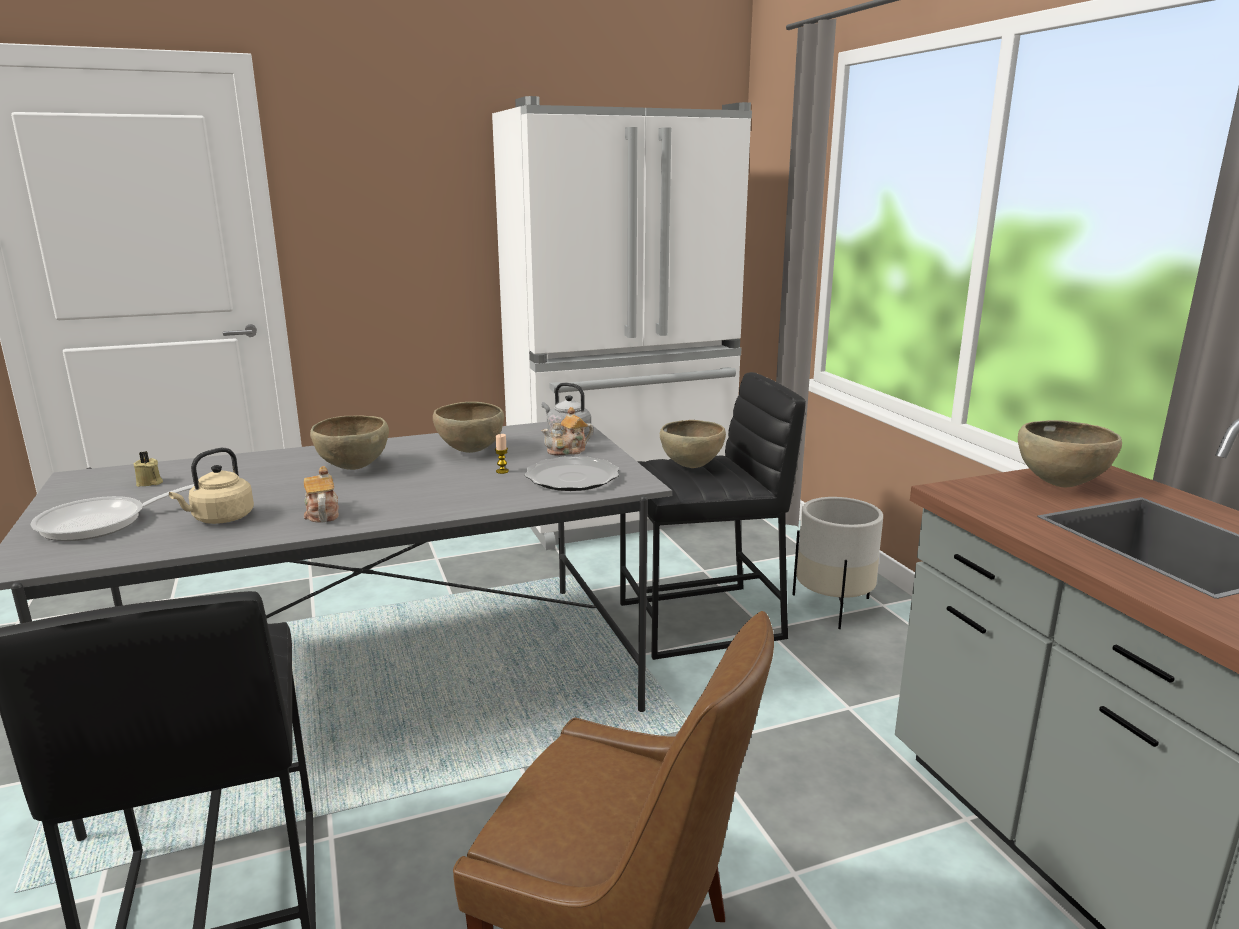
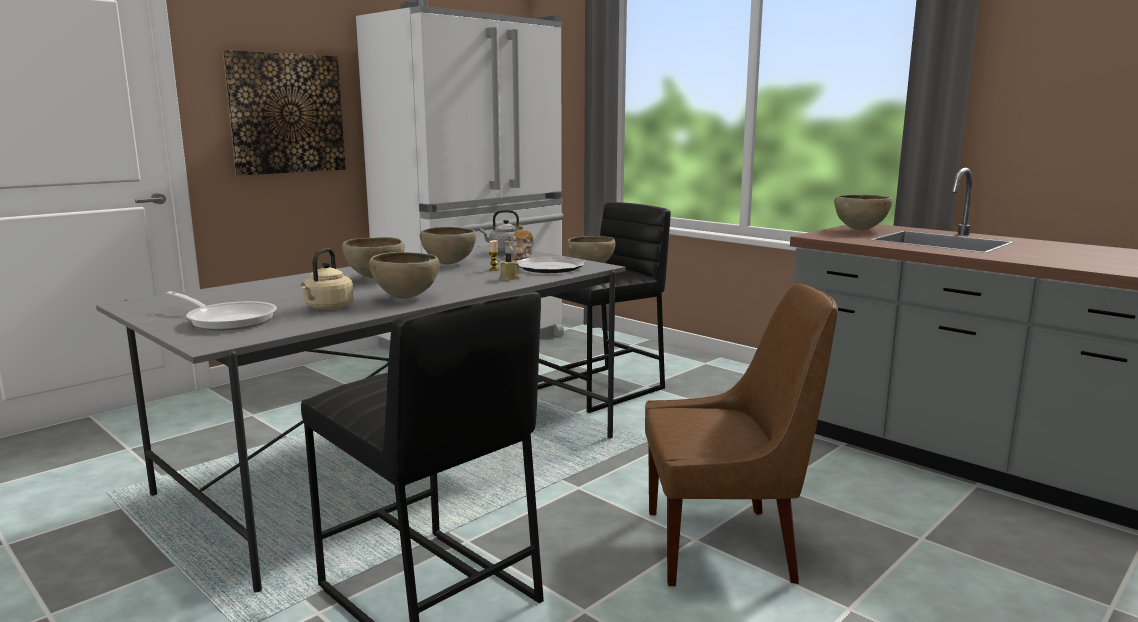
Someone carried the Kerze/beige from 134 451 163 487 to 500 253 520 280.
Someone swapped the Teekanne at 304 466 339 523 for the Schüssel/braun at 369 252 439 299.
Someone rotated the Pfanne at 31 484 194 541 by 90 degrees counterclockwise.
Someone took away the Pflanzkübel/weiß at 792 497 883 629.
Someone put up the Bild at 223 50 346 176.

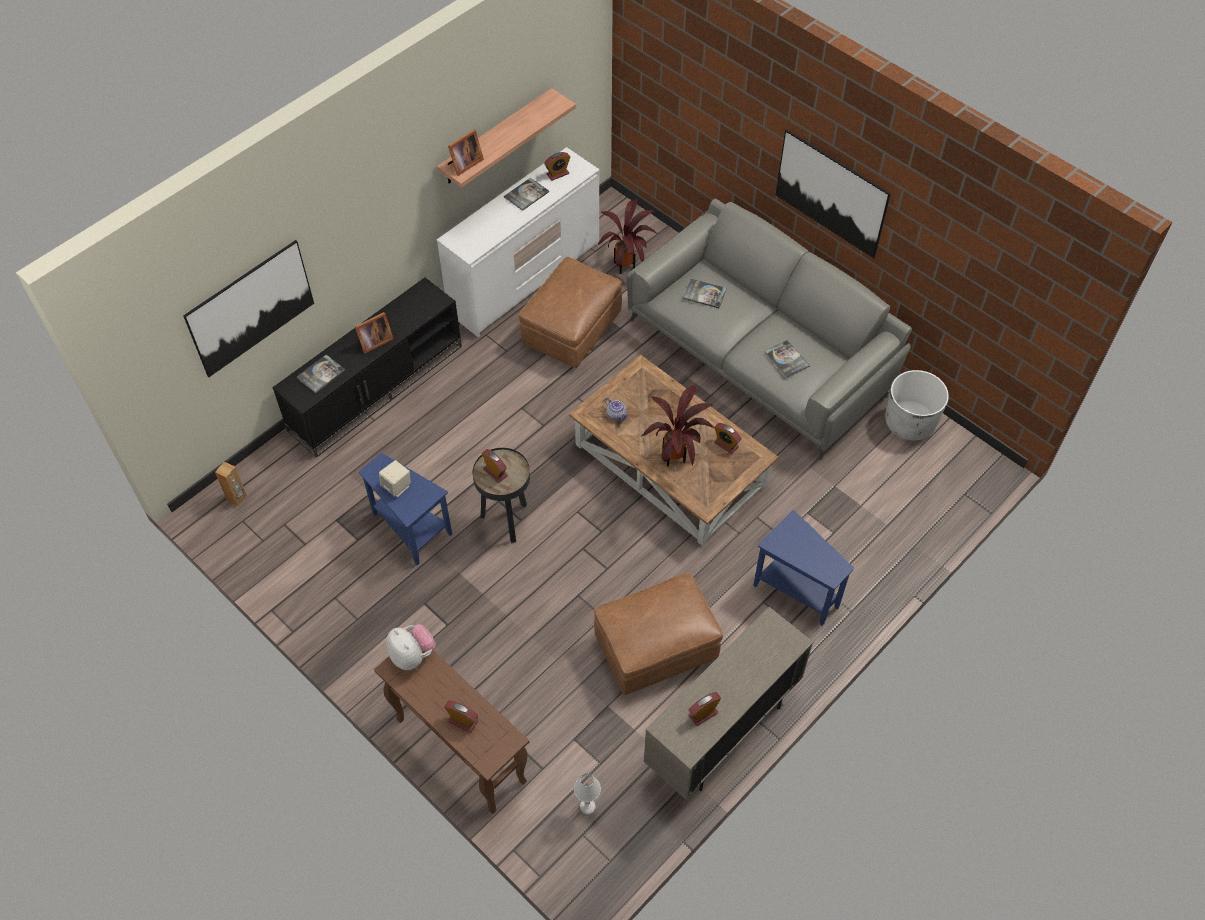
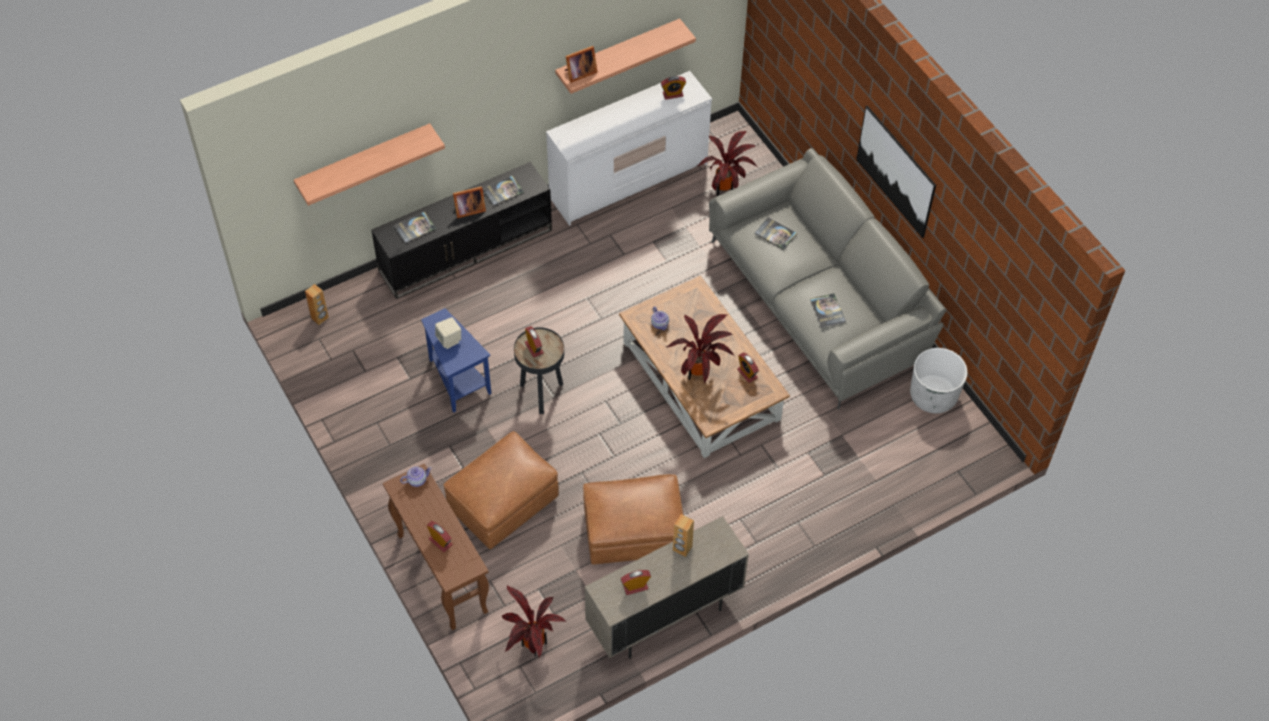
Someone carried the Buch from 504 178 549 211 to 482 175 524 206.
Someone swapped the Bild at 183 240 314 377 for the Wandregal at 294 123 445 206.
Someone carried the Polsterhocker/braun from 519 257 622 368 to 443 431 559 549.
Someone took away the Beistelltisch/blau at 753 510 854 626.
Someone swapped the Plüschtier at 386 624 436 670 for the Teekanne at 400 466 432 487.
Someone swapped the Tischlampe/weiß at 574 773 601 815 for the Topfpflanze at 502 585 566 657.
Someone put down the Lautsprecher/braun at 673 514 694 557.

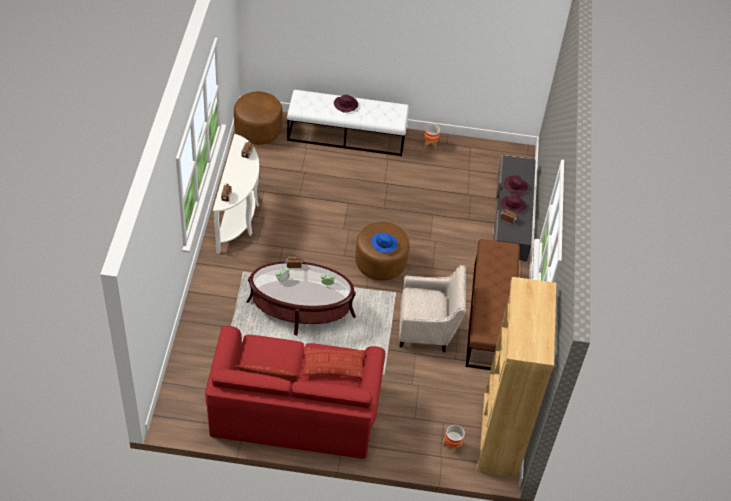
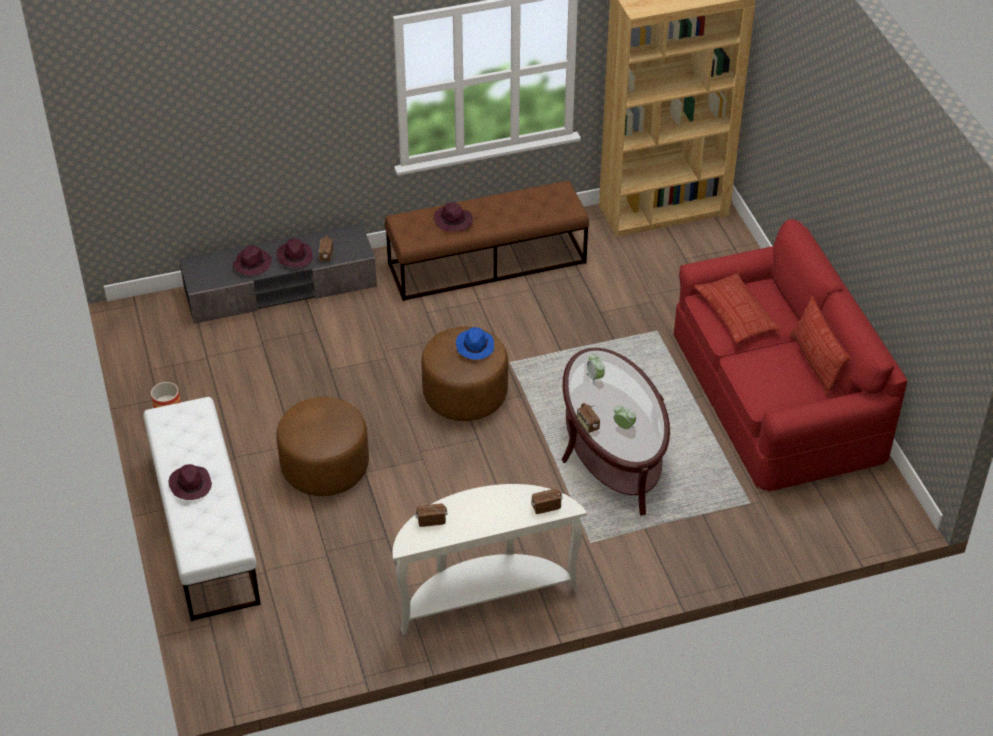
Someone carried the Polsterhocker/braun from 234 92 283 145 to 277 397 369 496.
Someone took away the Sessel/beige at 399 265 466 352.
Someone took away the Pflanzkübel at 443 425 465 454.
Someone put down the Hut/lila at 434 202 473 232.

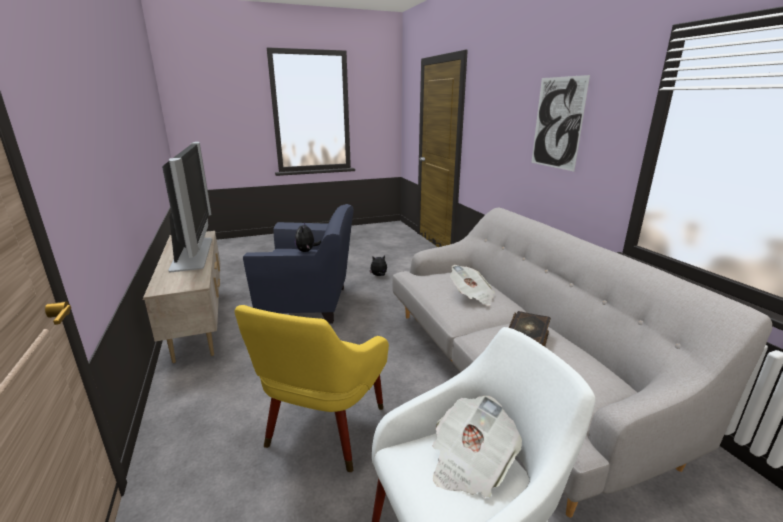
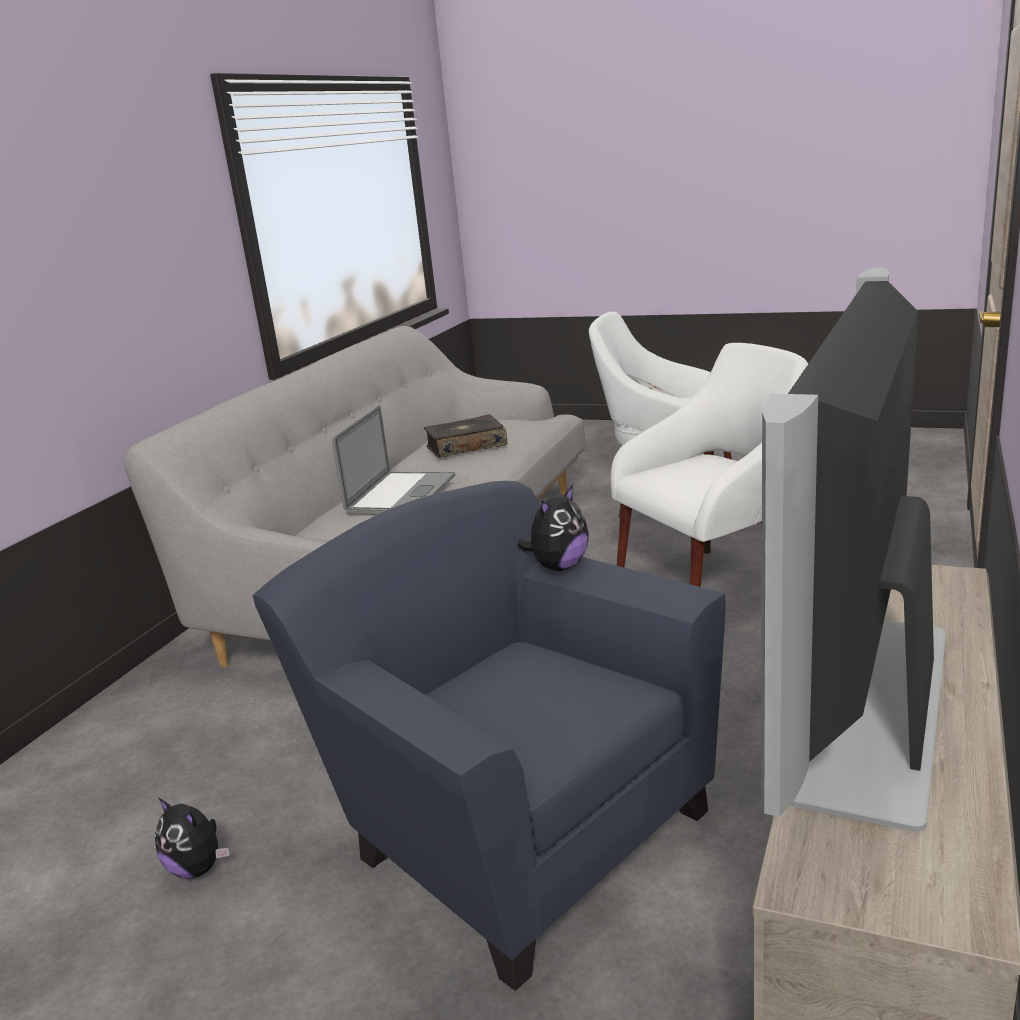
Someone took away the Bild at 531 75 590 172.
Someone swapped the Zeitung at 450 265 495 306 for the Laptop at 332 405 455 515.
Someone repainted the Sessel/gelb at 234 305 389 472, which became the Sessel/weiß at 611 343 808 587.

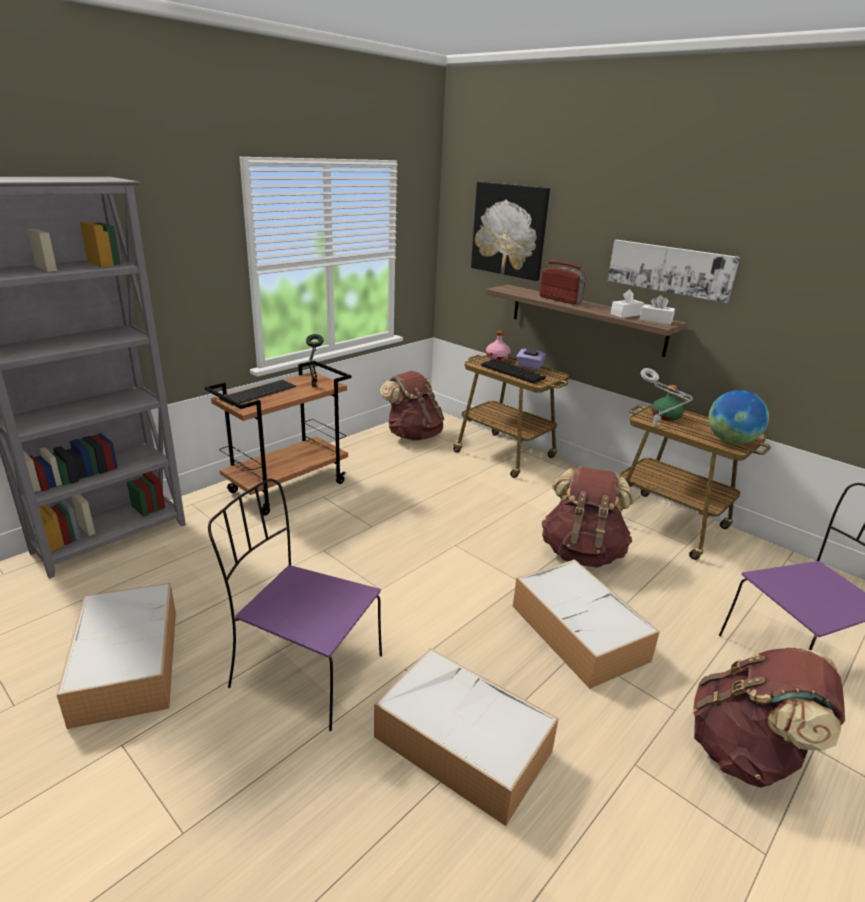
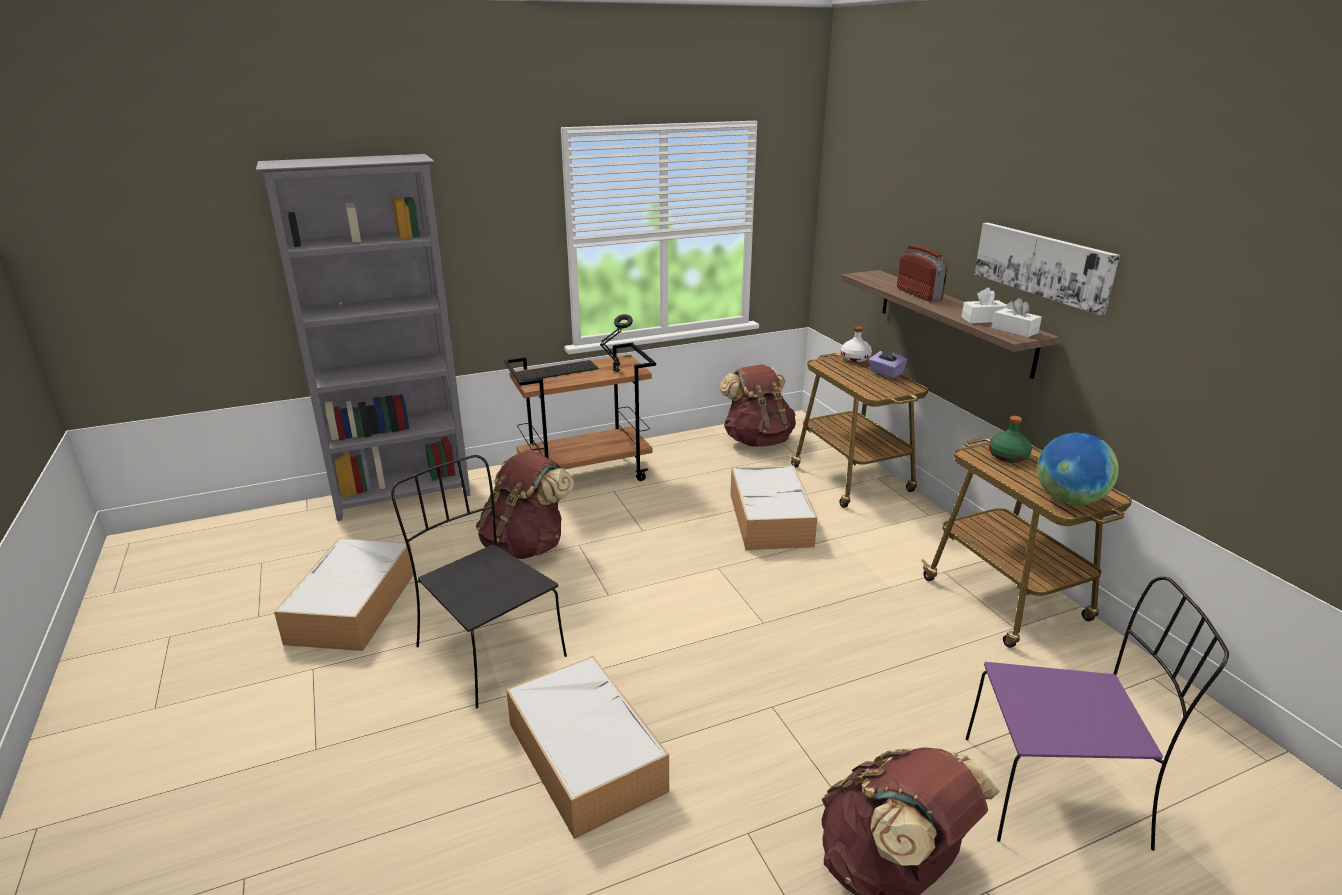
Someone took away the Bild at 471 182 550 281.
Someone repainted the Flasche/rosa at 486 331 511 360, which became the Flasche/weiß at 841 326 872 362.
Someone took away the Tastatur at 481 359 546 384.
Someone took away the Tischlampe/grau at 640 368 693 426.
Someone carried the Rucksack/braun from 542 467 635 568 to 476 451 574 559.
Someone repainted the Stuhl/lila at 208 479 382 731, which became the Stuhl/schwarz at 391 455 567 708.
Someone carried the Aufbewahrungsbox from 513 559 660 689 to 730 465 817 550.

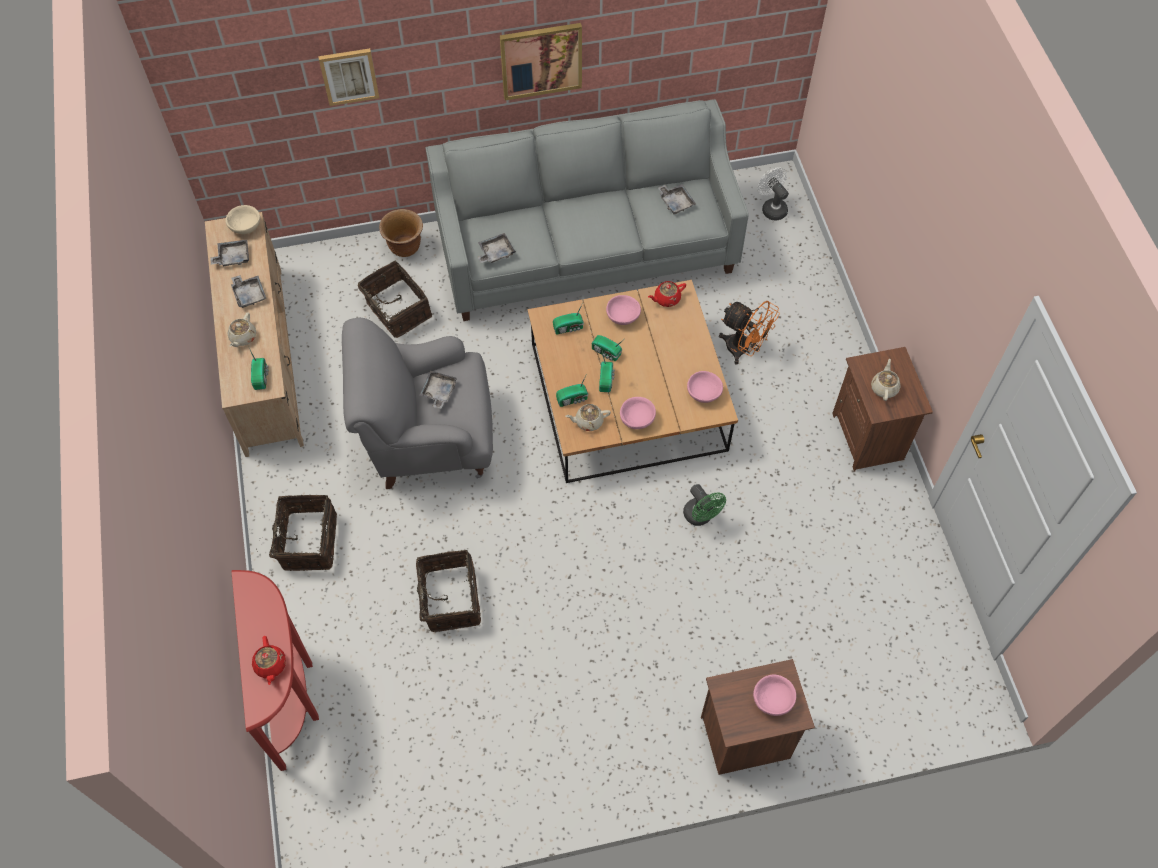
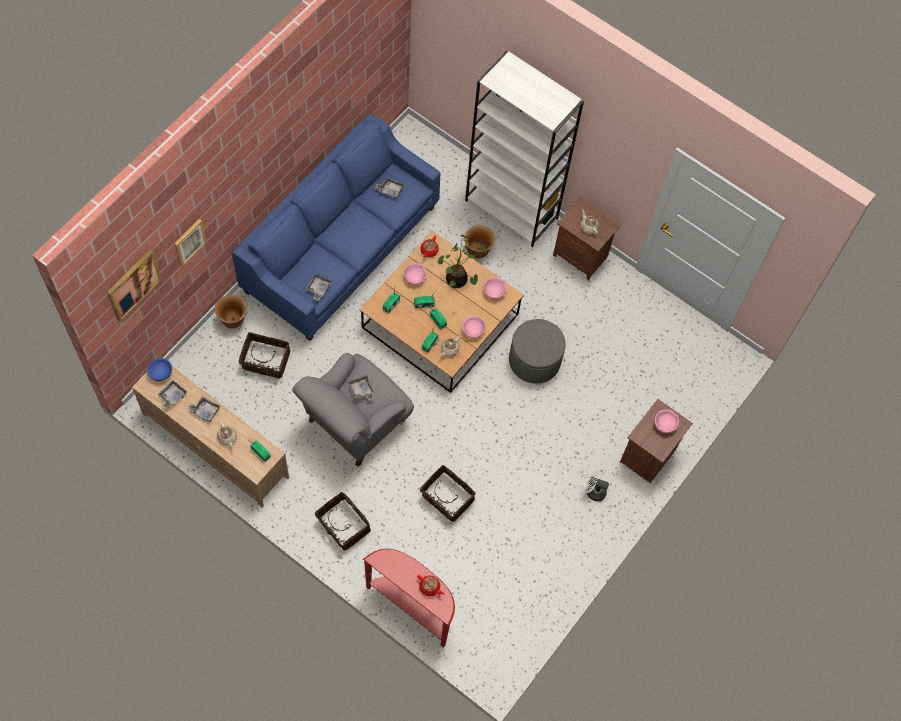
Someone carried the Bild from 500 23 582 101 to 107 250 162 322.
Someone repainted the Sofa/grau at 425 99 749 321, which became the Sofa/blau at 231 113 440 341.
Someone carried the Ventilator/weiß from 757 167 789 220 to 583 468 609 501.
Someone repainted the Schüssel/beige at 225 205 260 234, which became the Schüssel/blau at 147 358 172 381.
Someone swapped the Ventilator/orange at 719 301 780 365 for the Pflanzkübel/braun at 464 225 495 258.
Someone swapped the Ventilator/grün at 683 484 726 526 for the Polsterhocker/grau at 509 319 566 384.
Someone put down the Bücherregal/weiß at 465 51 584 247.
Someone put down the Topfpflanze at 438 235 486 288.

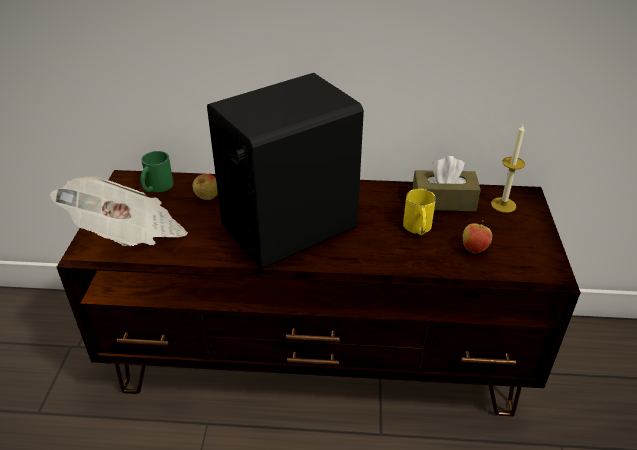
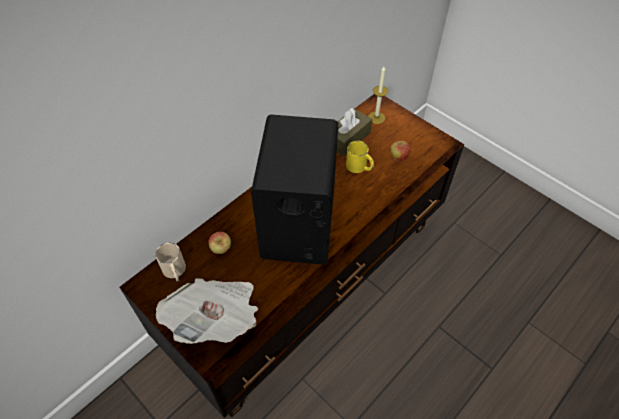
Someone repainted the Henkelbecher/grün at 140 151 174 192, which became the Henkelbecher/beige at 155 243 186 281.

